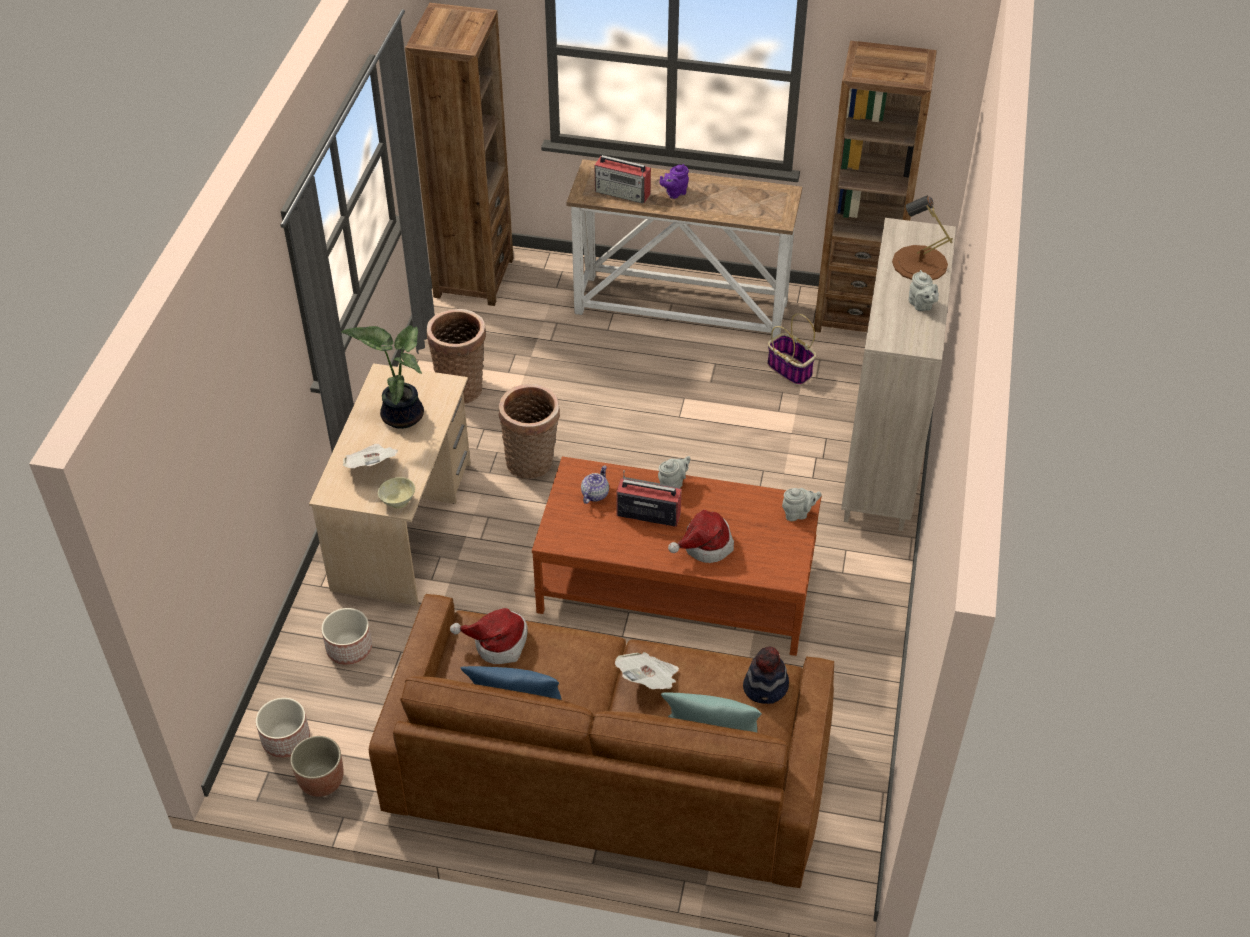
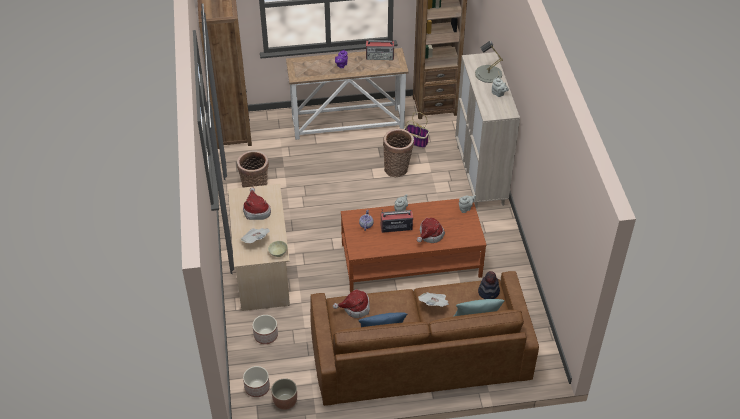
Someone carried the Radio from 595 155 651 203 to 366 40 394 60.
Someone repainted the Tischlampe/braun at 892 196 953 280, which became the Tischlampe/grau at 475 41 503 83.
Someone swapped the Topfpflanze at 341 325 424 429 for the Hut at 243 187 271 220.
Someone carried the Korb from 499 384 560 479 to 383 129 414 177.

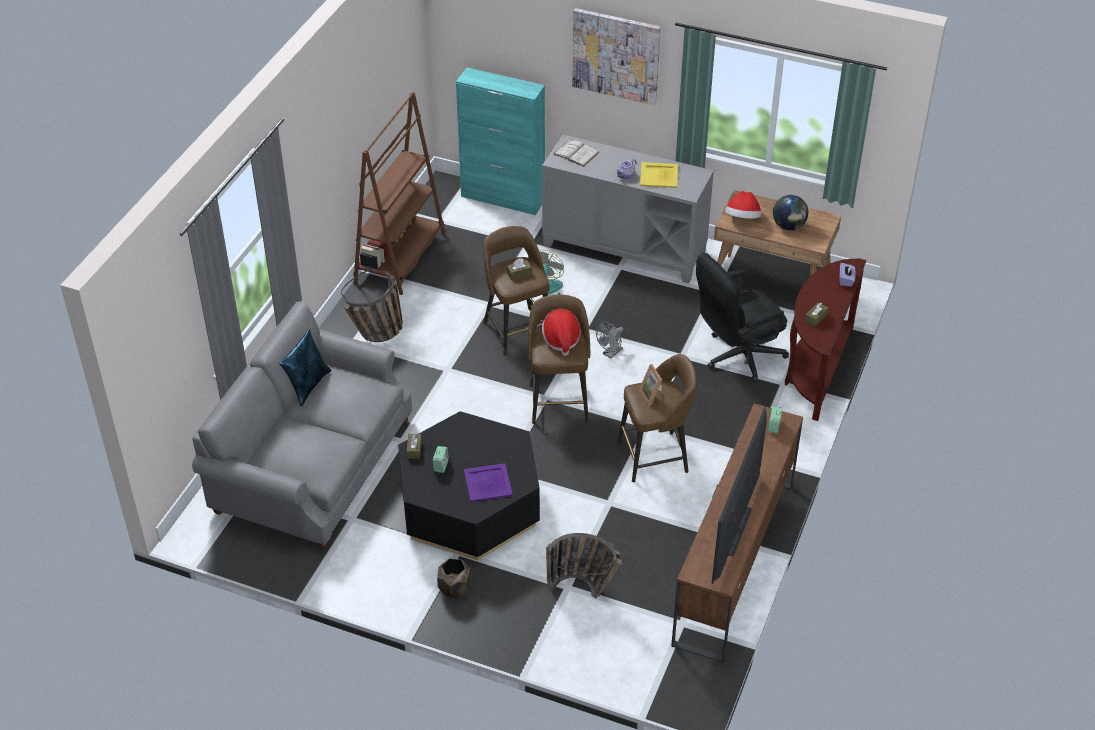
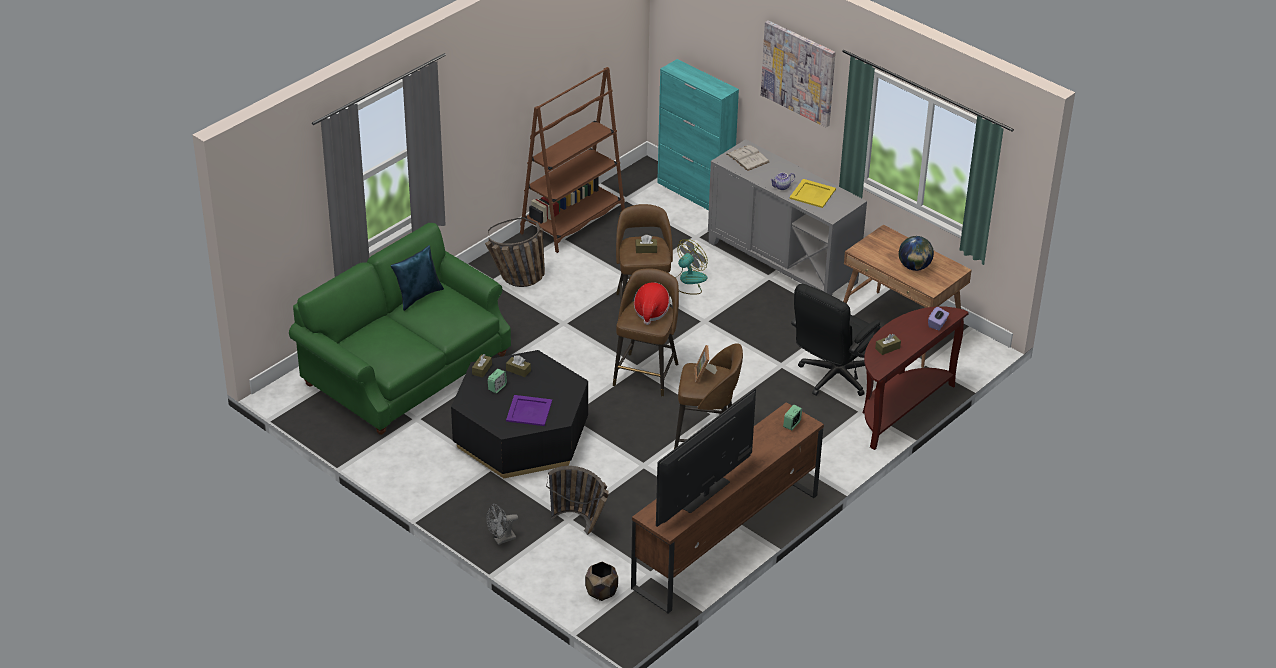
Someone took away the Hut at 725 191 761 219.
Someone rotated the Bürostuhl/schwarz at 696 253 789 382 by 45 degrees counterclockwise.
Someone repainted the Sofa/grau at 192 303 412 548, which became the Sofa/grün at 289 223 511 435.
Someone carried the Ventilator/grau from 596 322 623 359 to 486 504 518 545.
Someone carried the Pflanzkübel/braun from 437 558 471 598 to 585 562 618 601.
Someone put down the Taschentuchbox/braun at 506 355 531 377.

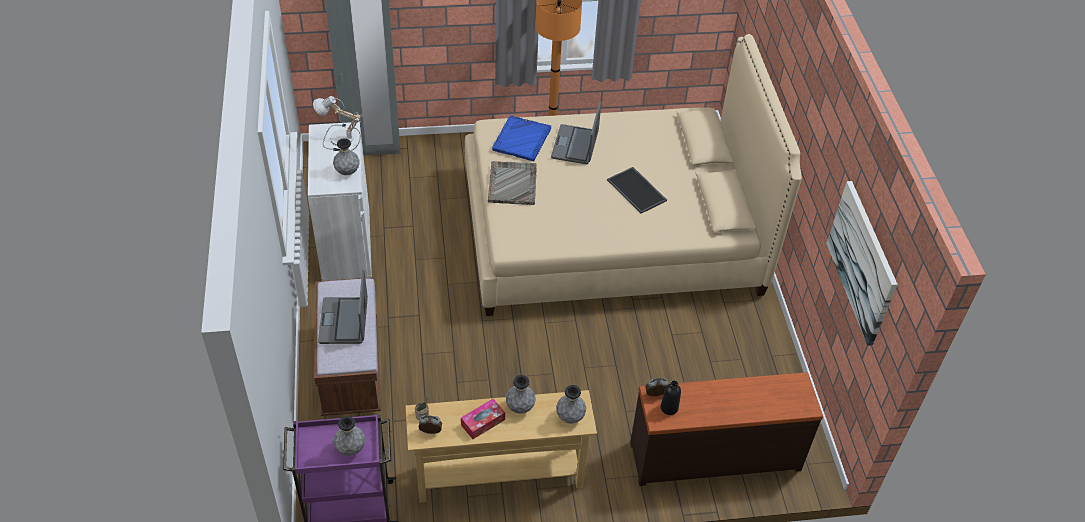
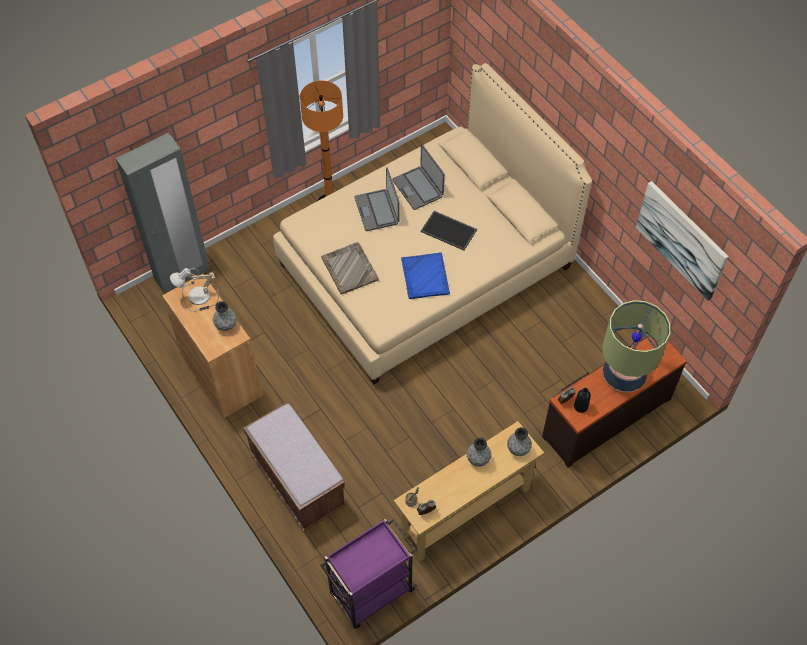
Someone carried the Tablett/blau from 492 115 551 161 to 401 253 450 299.
Someone repainted the Schrank/weiß at 308 122 372 281, which became the Schrank/braun at 162 274 262 418.
Someone carried the Laptop from 318 269 368 344 to 392 144 445 210.
Someone took away the Taschentuchbox at 461 399 505 439.
Someone took away the Vase/grau at 333 416 365 456.
Someone put down the Tischlampe at 603 300 670 392.

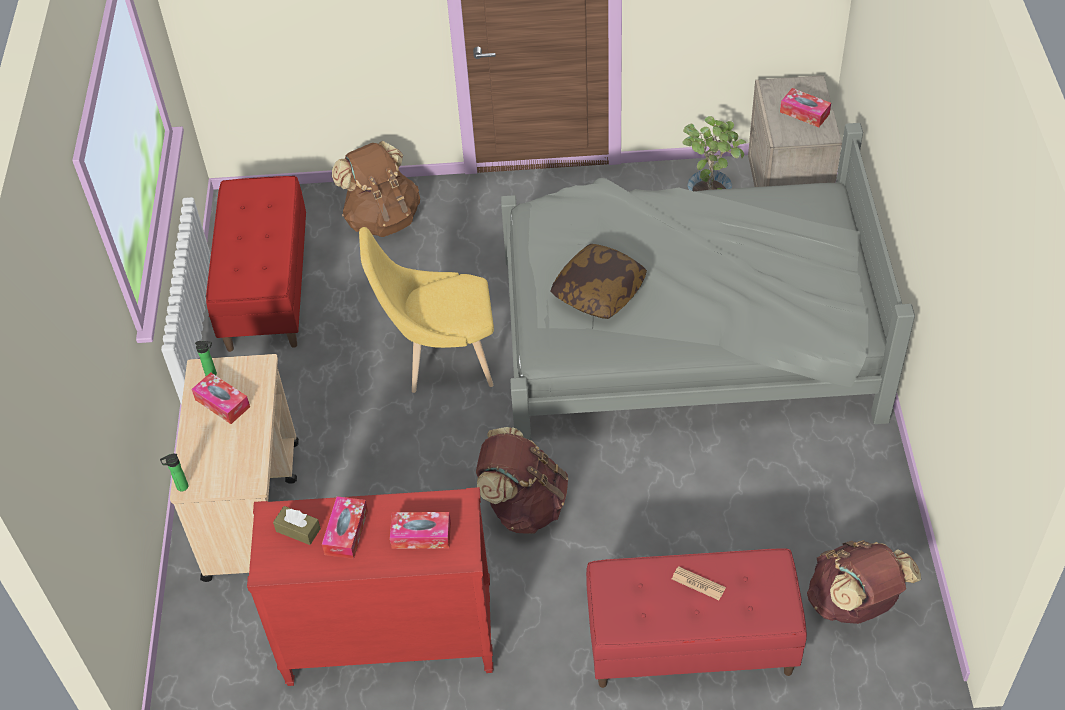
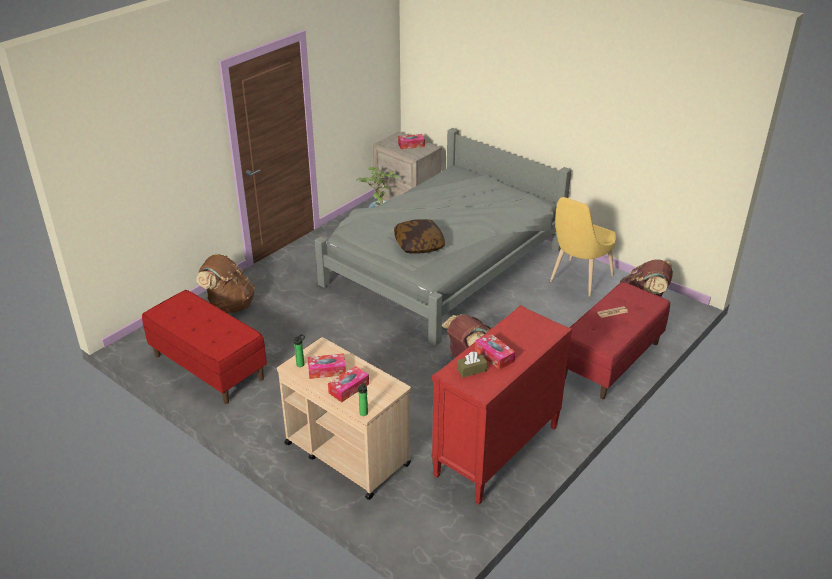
Someone carried the Stuhl/gelb from 359 227 494 393 to 550 197 616 297.
Someone carried the Taschentuchbox from 390 512 451 549 to 328 366 369 402.

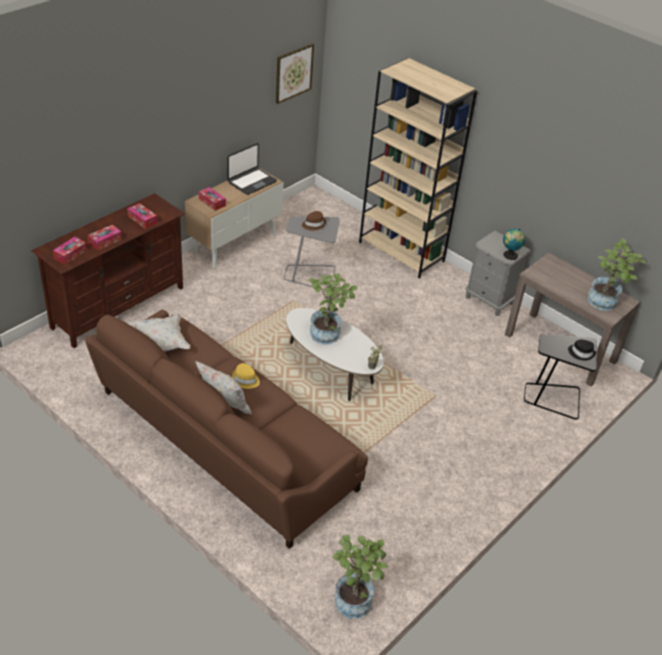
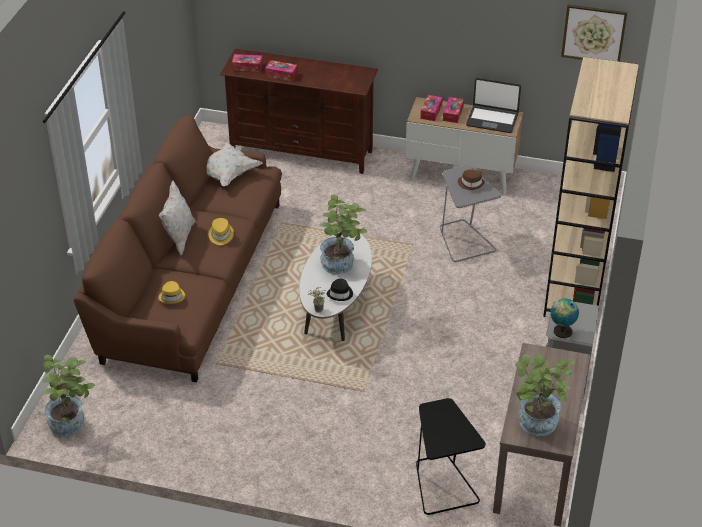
Someone carried the Taschentuchbox from 127 203 157 229 to 443 97 464 123.
Someone carried the Hut/schwarz from 568 340 596 360 to 327 278 353 301.
Someone put down the Hut/gelb at 158 281 185 304.

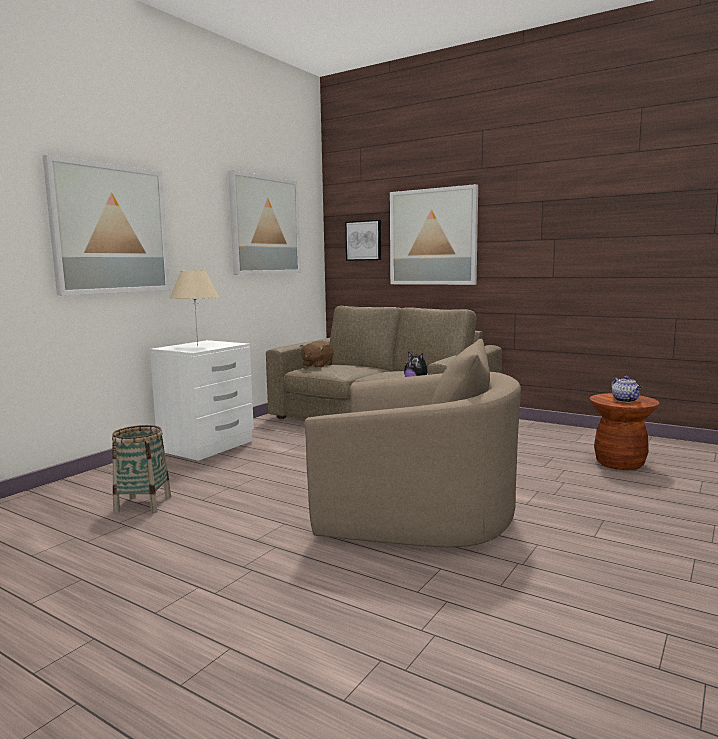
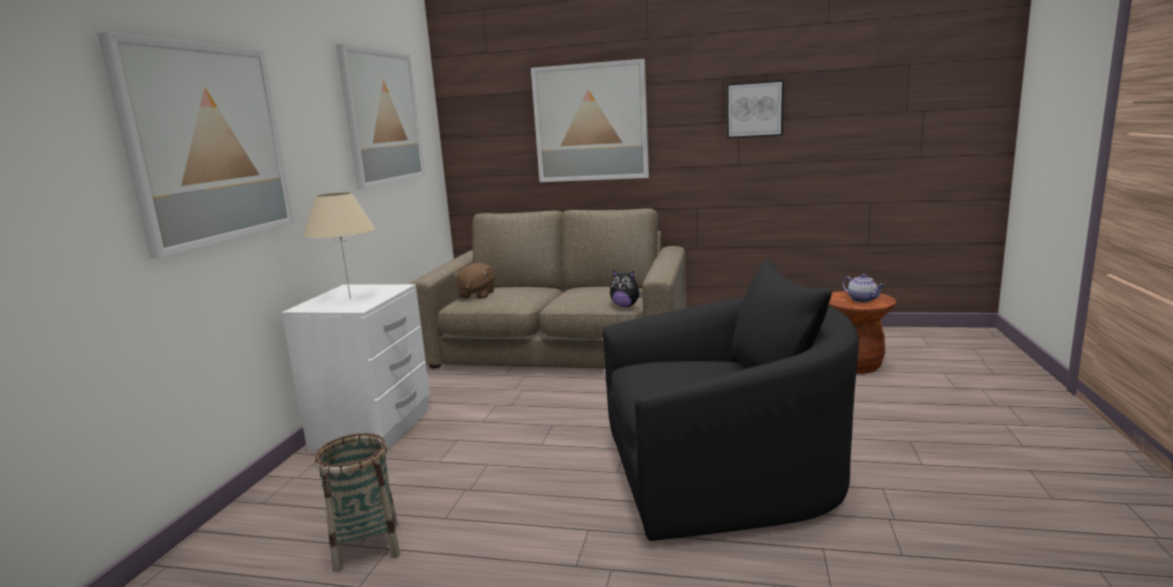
Someone carried the Bild from 345 220 381 261 to 727 80 784 139.
Someone repainted the Sessel/beige at 304 339 521 547, which became the Sessel/schwarz at 602 259 859 541.

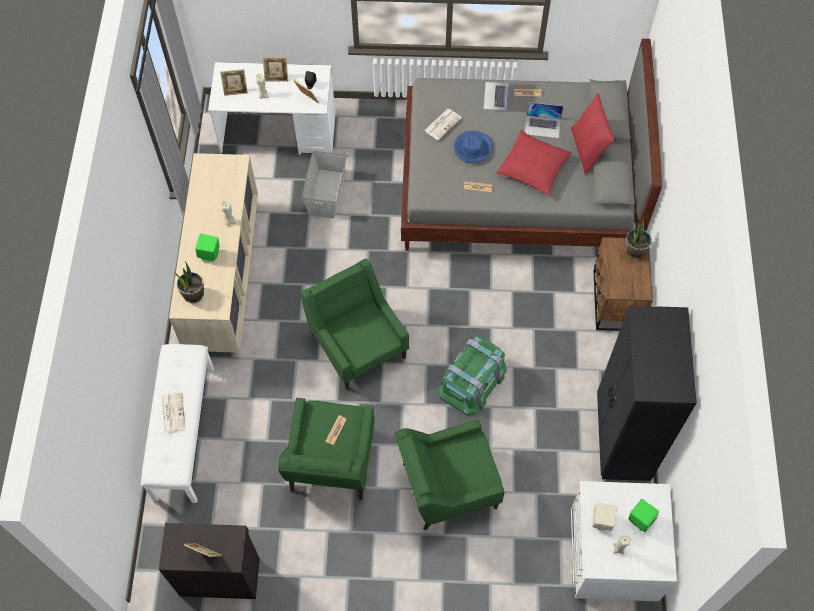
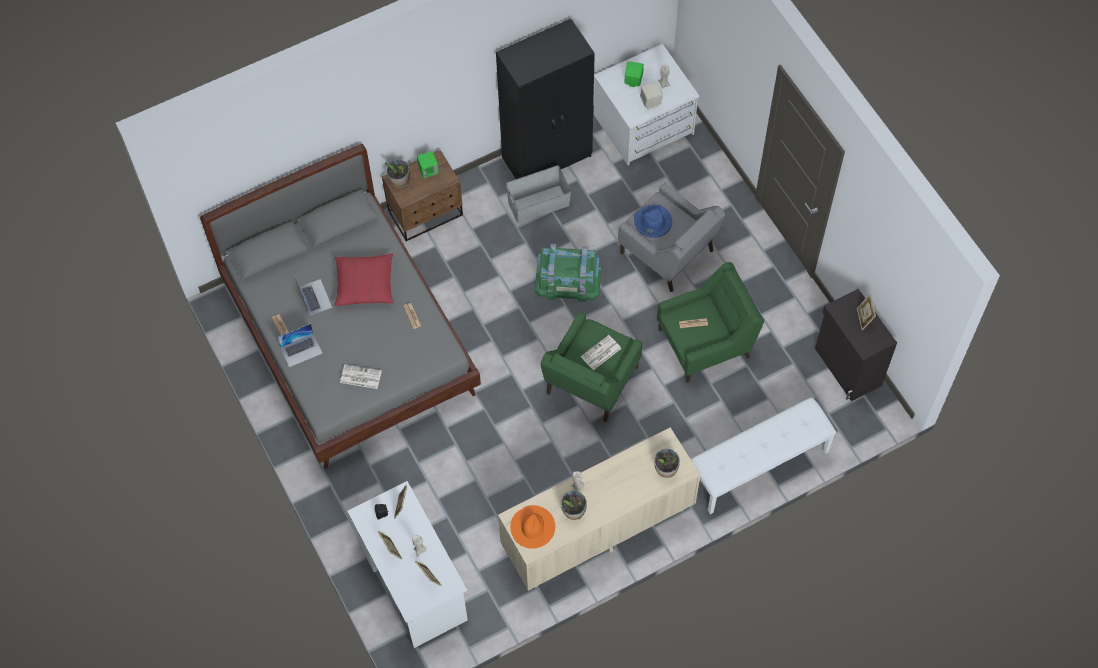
Someone took away the Kissen/rot at 571 93 614 175.
Someone carried the Hut/blau from 454 131 492 163 to 634 205 672 238.
Someone carried the Aufbewahrungsbox/grau from 302 150 347 218 to 506 165 571 223.
Someone carried the Lautsprecher/grün from 195 233 220 261 to 417 151 439 178.
Someone carried the Zeitung from 161 392 185 433 to 581 335 621 370.
Someone repainted the Sessel/grün at 394 420 505 530, which became the Sessel/grau at 618 183 725 292.
Someone put down the Topfpflanze at 561 491 587 520.
Someone put down the Hut/orange at 510 505 555 549.

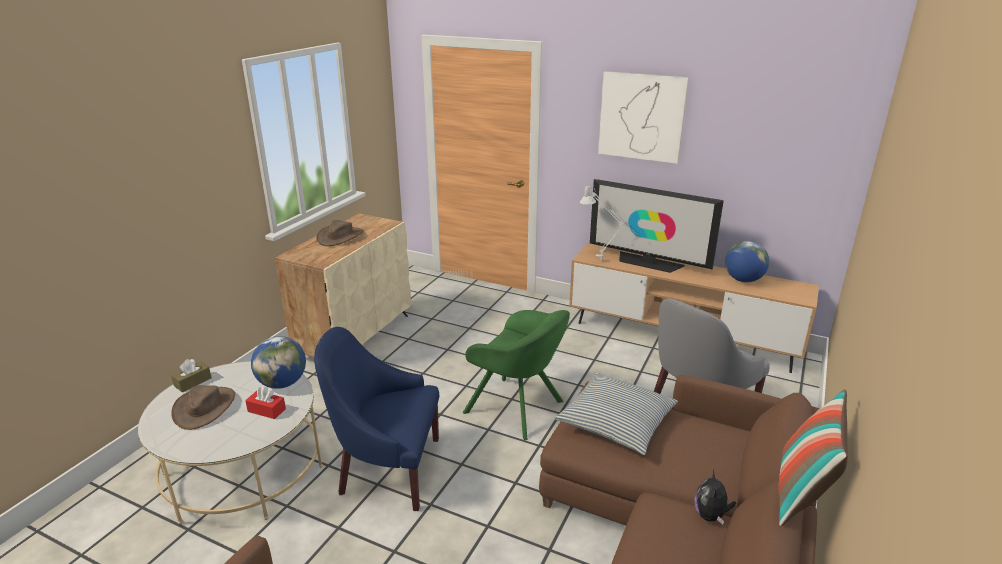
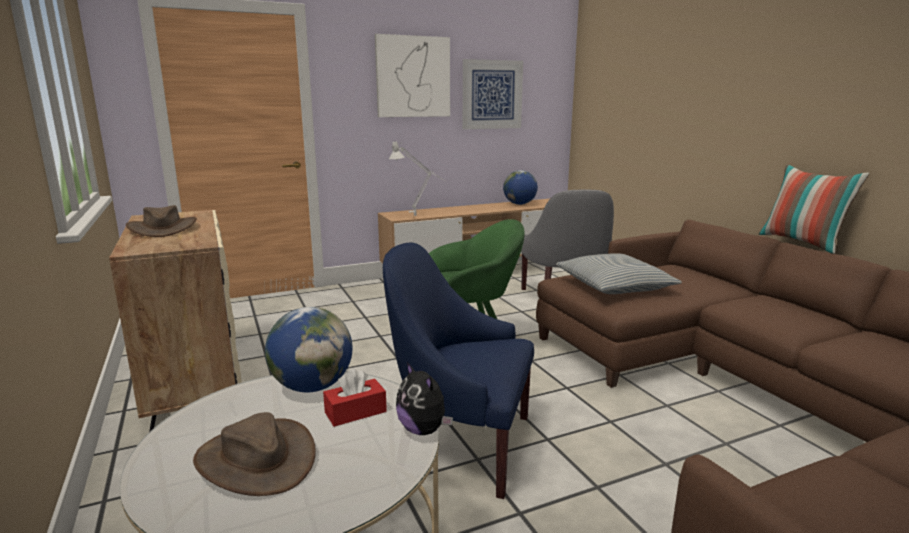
Someone took away the Fernseher at 590 179 724 273.
Someone rotated the Sessel/blau at 314 327 439 511 by 60 degrees clockwise.
Someone took away the Taschentuchbox/braun at 171 359 212 392.
Someone carried the Plüschtier from 695 470 736 524 to 396 362 453 435.
Someone put up the Bild at 463 59 523 129.

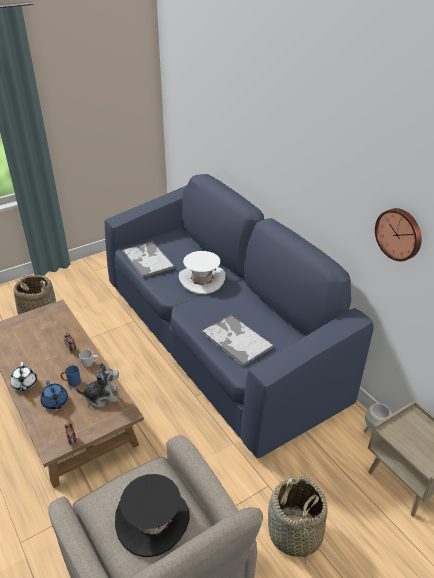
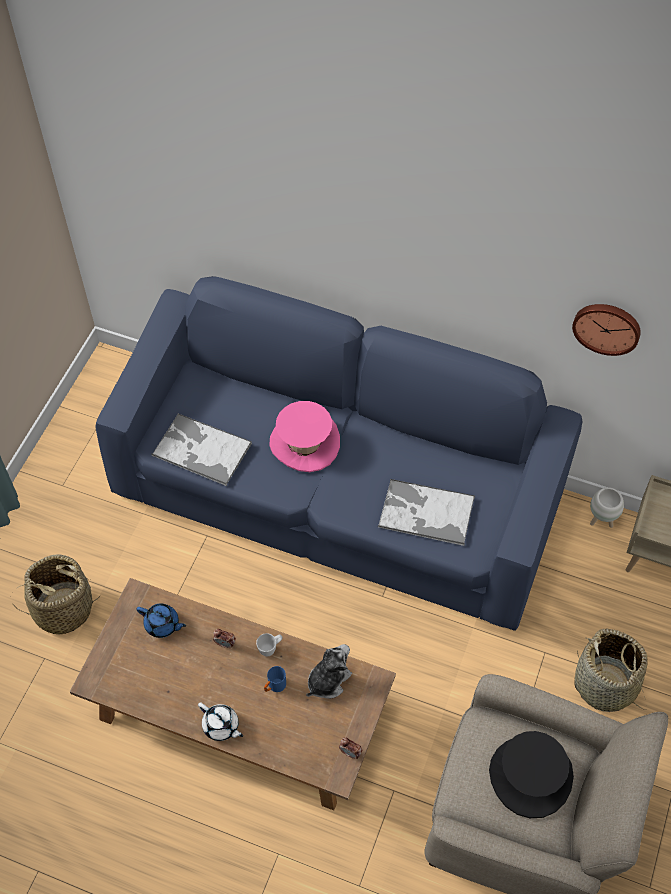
Someone repainted the Hut/weiß at 179 251 225 294, which became the Hut/rosa at 269 401 340 472.
Someone carried the Teekanne/blau from 40 380 68 409 to 136 604 186 638.

